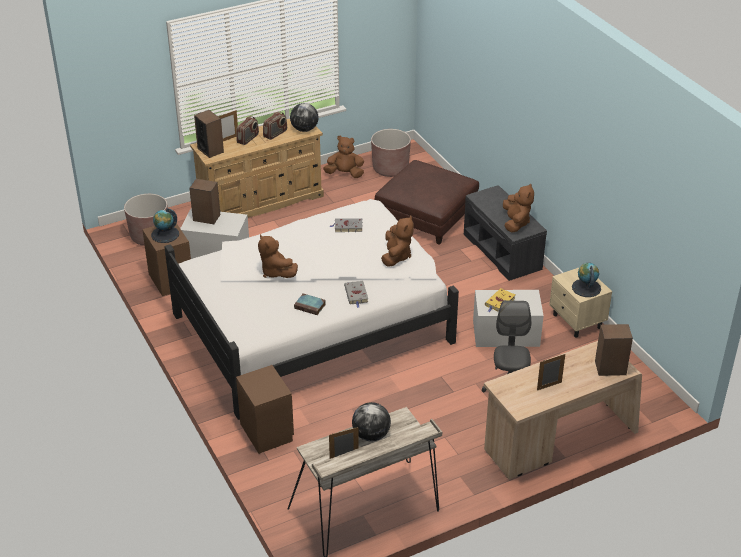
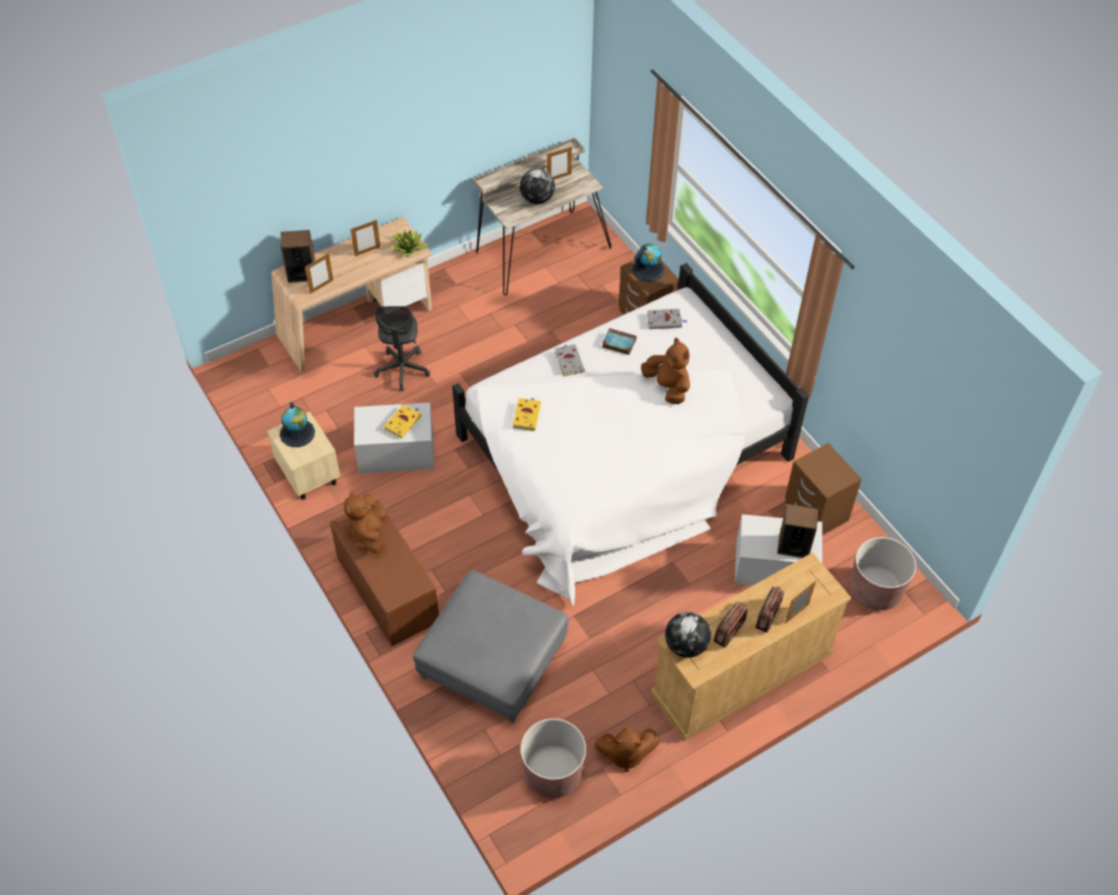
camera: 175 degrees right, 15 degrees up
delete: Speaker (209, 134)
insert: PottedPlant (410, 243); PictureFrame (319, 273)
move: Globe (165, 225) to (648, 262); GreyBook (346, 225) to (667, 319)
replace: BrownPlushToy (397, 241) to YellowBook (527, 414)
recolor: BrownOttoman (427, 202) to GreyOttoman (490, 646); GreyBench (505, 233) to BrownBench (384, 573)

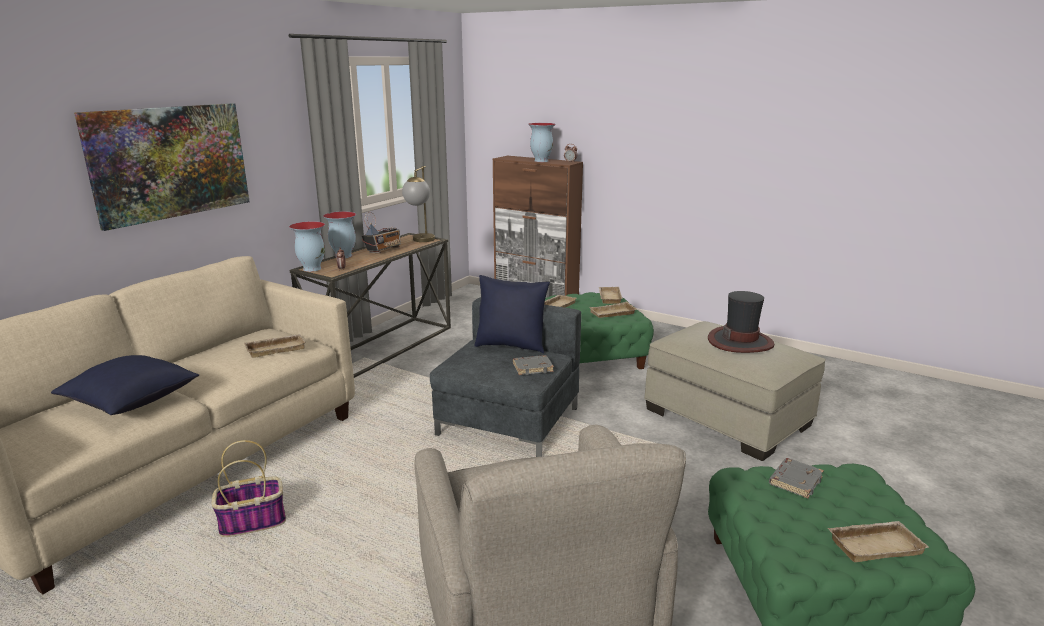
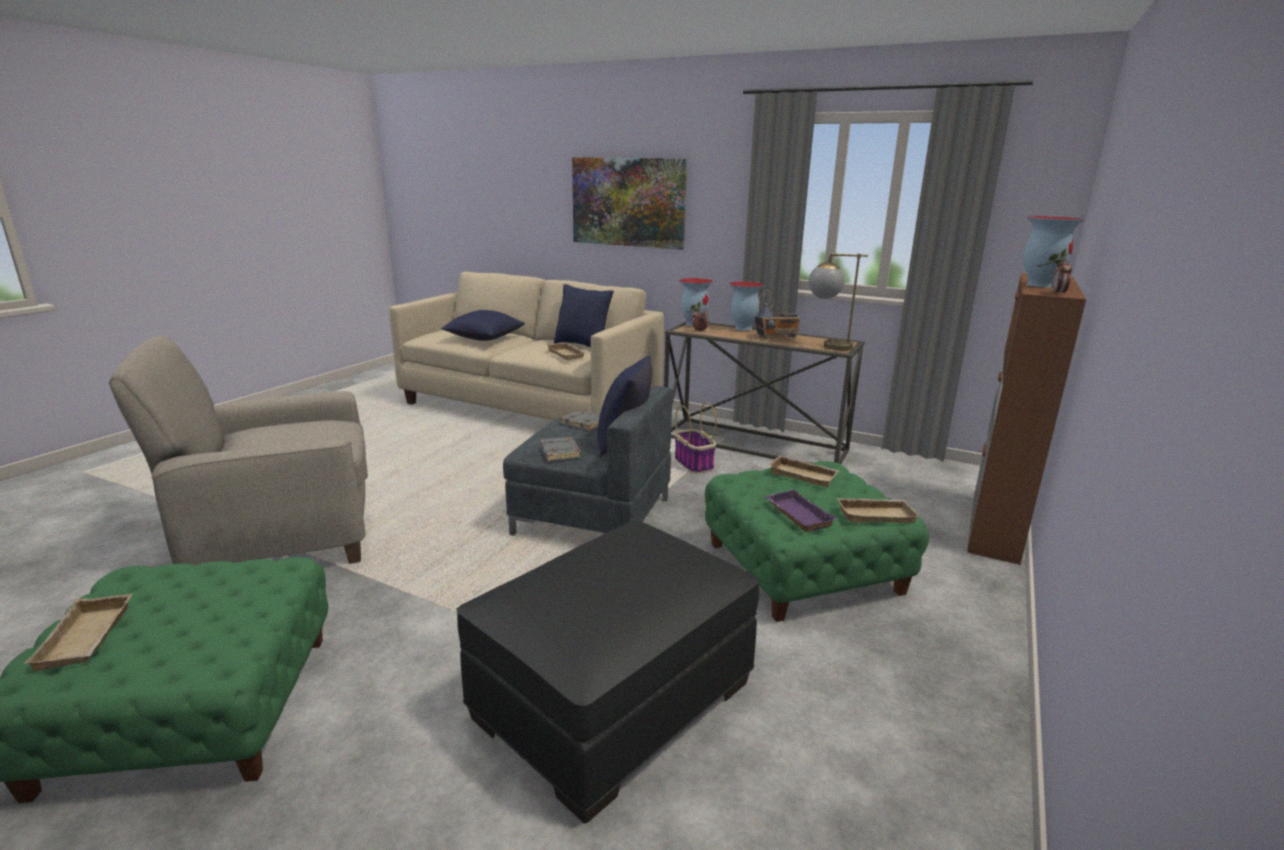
camera: 85 degrees right, 0 degrees up
delete: Hat (741, 322)
insert: BluePillow (584, 315)
move: Basket (249, 488) to (696, 438); GreyBook (796, 478) to (580, 420)
recolor: BeigeTray (613, 309) to PurpleTray (801, 511); BeigeOttoman (735, 391) to BlackOttoman (608, 672)
rotate: Radio (381, 232) = (777, 315) 45 degrees counterclockwise

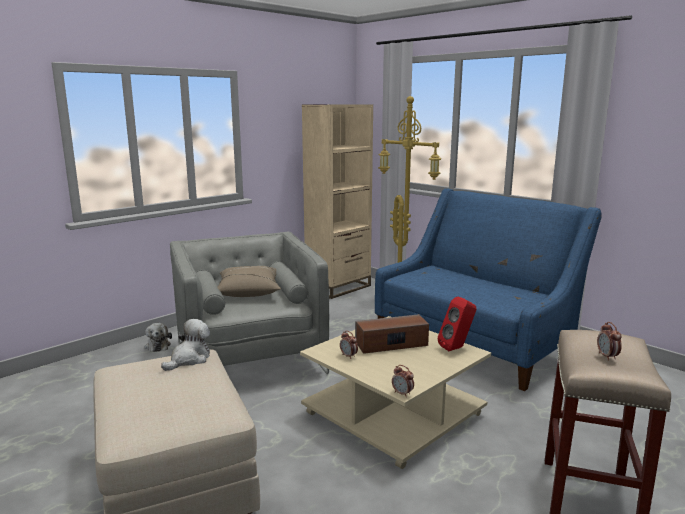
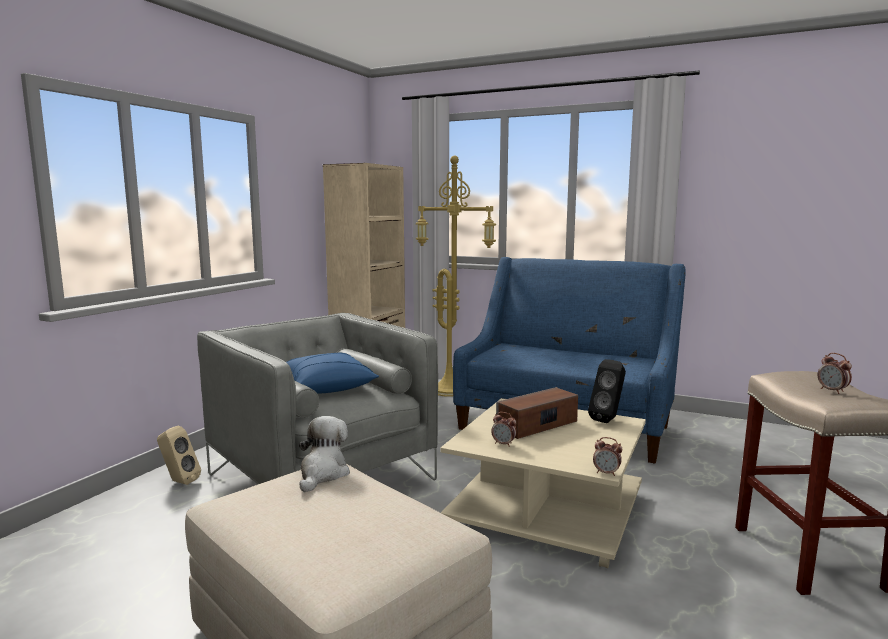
camera: 20 degrees left, 5 degrees down
replace: PlushToy (158, 337) to BeigeSpeaker (179, 455)
recolor: BeigePillow (249, 281) to BluePillow (332, 373); RedSpeaker (456, 323) to BlackSpeaker (607, 391)

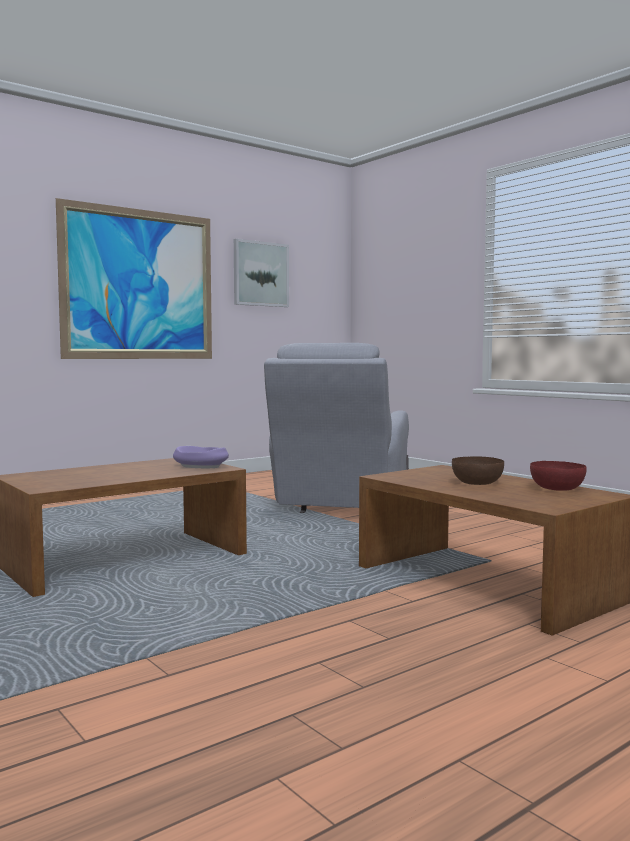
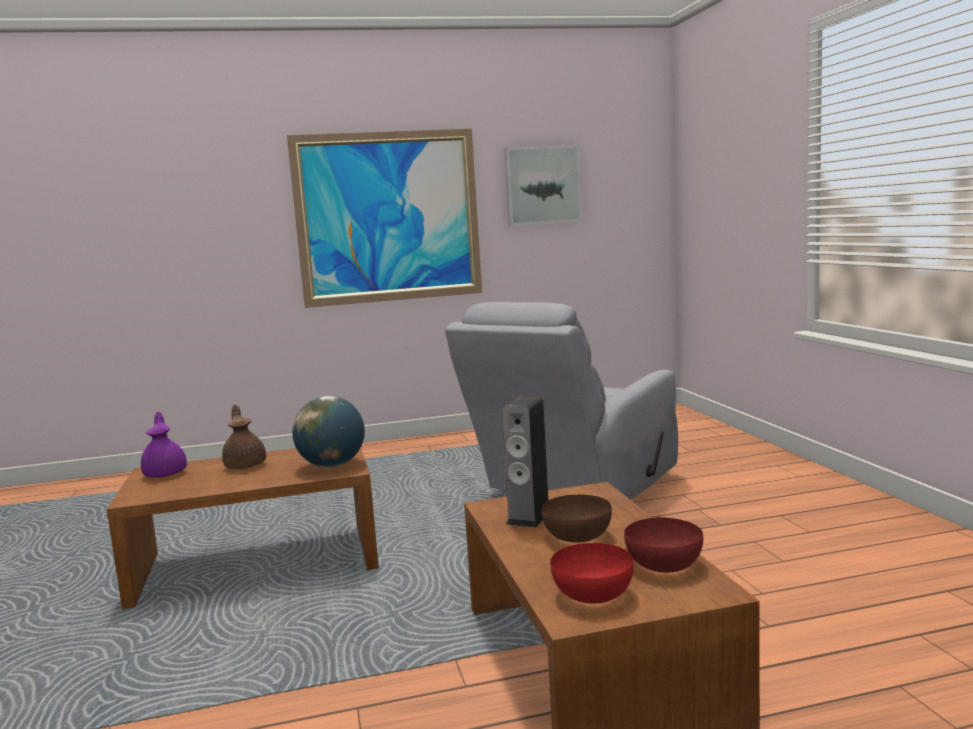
camera: 25 degrees right, 5 degrees up
insert: Speaker (525, 462); BrownTeapot (244, 437); PurpleTeapot (164, 445); RedBowl (592, 573)
replace: PurpleBowl (201, 457) to Globe (328, 431)

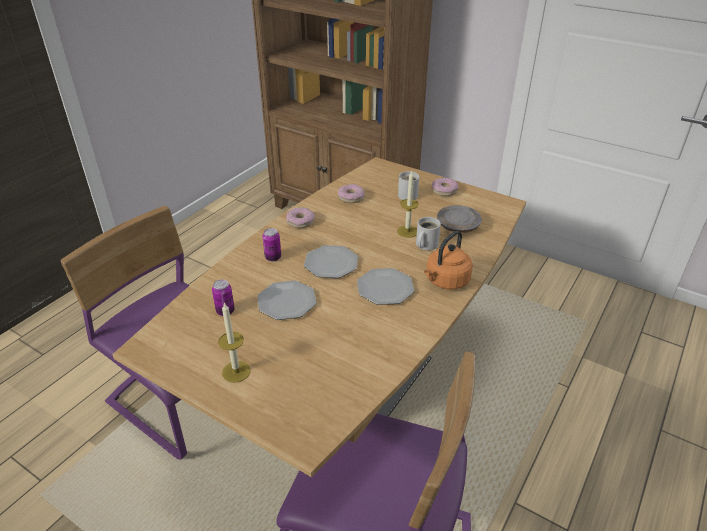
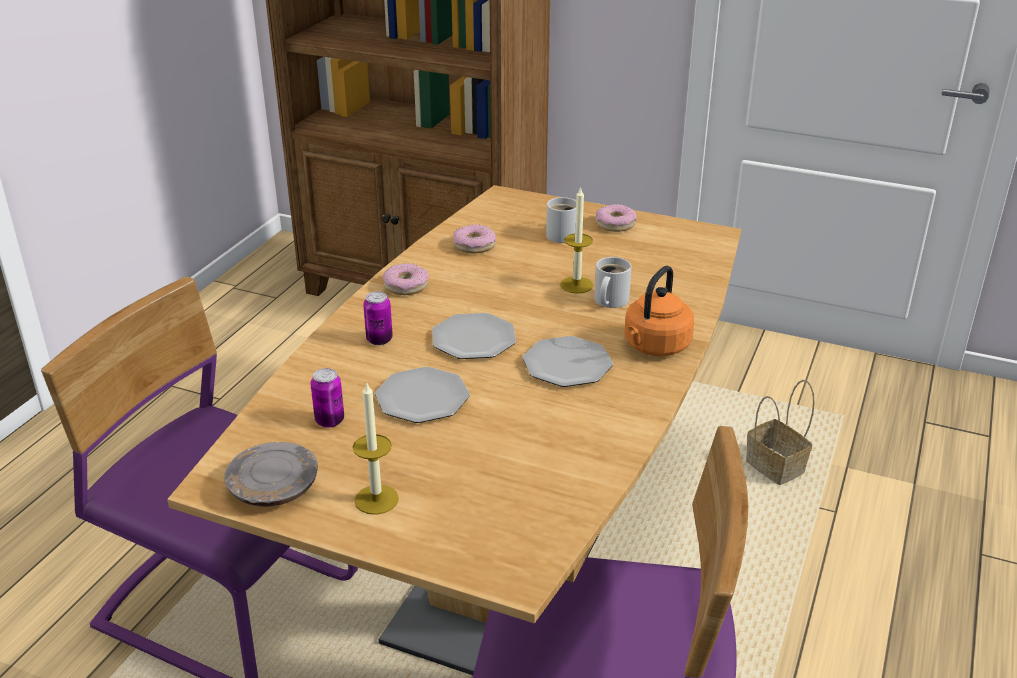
camera: 10 degrees left, 5 degrees down
insert: Basket (780, 432)
move: GreyPlate (459, 219) to (271, 474)

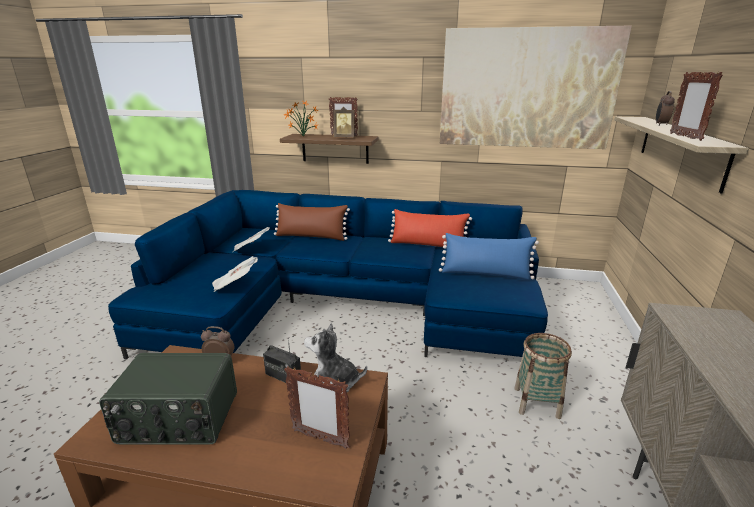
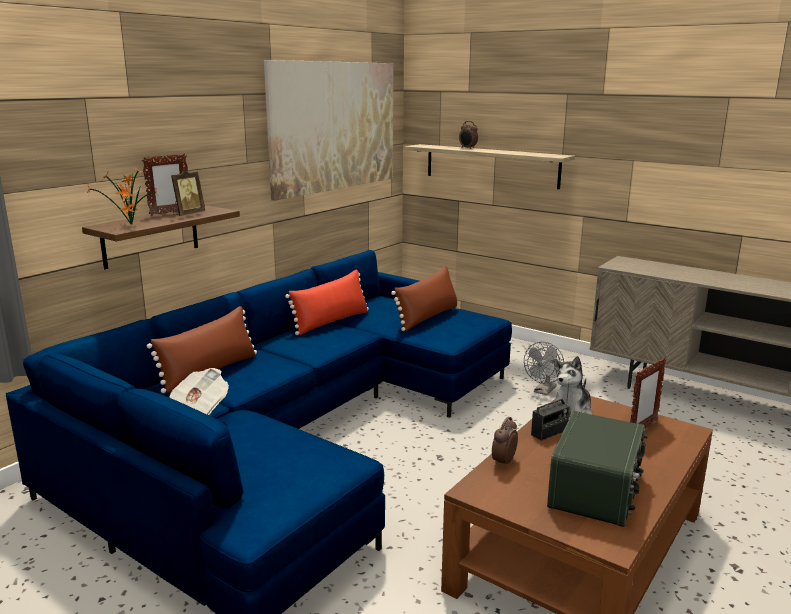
camera: 65 degrees left, 5 degrees down
delete: PictureFrame (696, 106); Newspaper (235, 274)
replace: Basket (543, 376) to GreyFan (544, 368)
recolor: BluePillow (489, 256) to BrownPillow (424, 298)

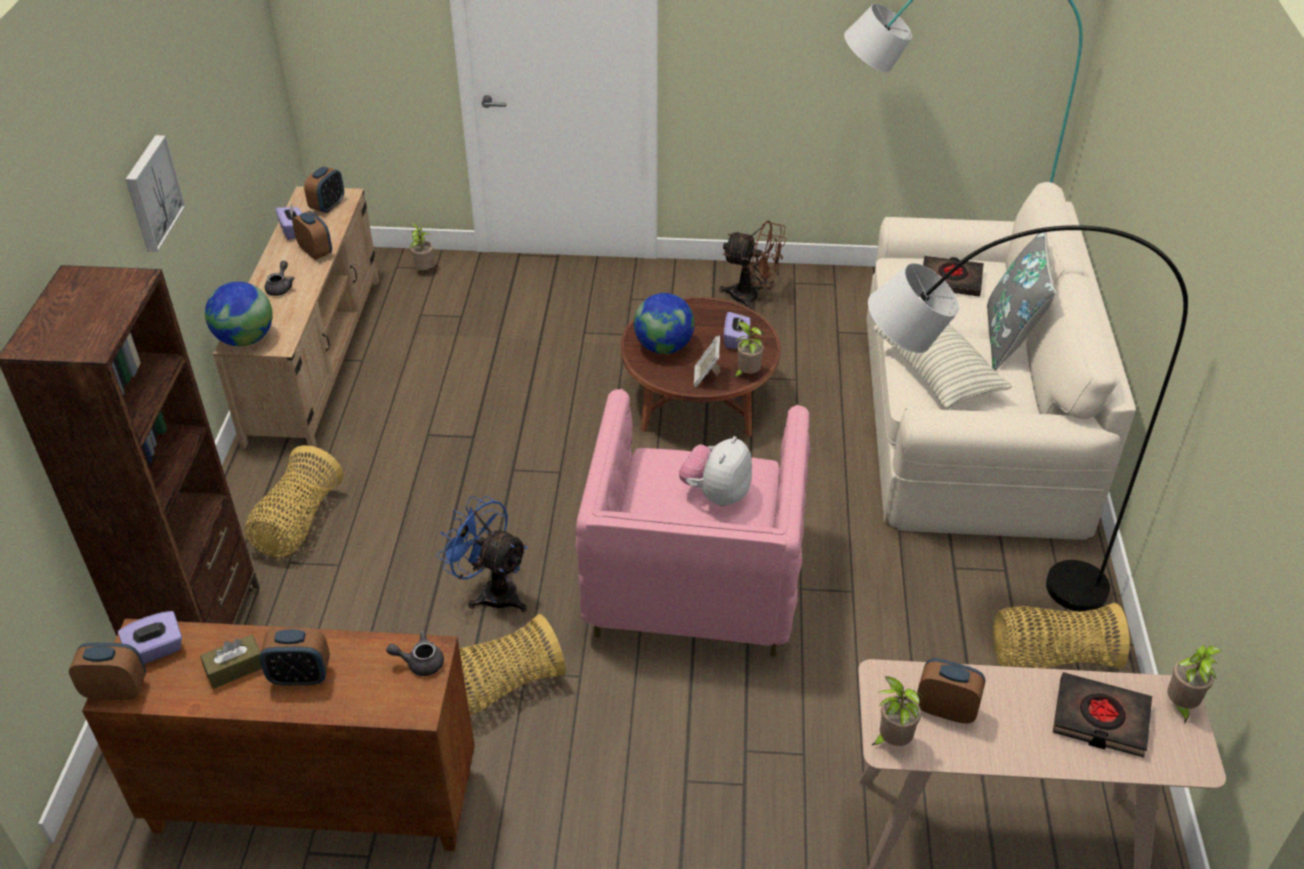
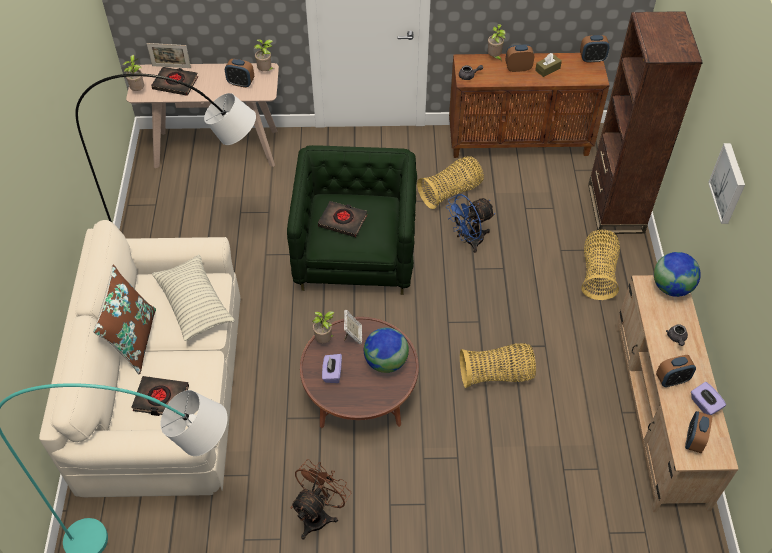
camera: 175 degrees right, 10 degrees up
delete: PurpleTissueBox (150, 637)
insert: PictureFrame (168, 55)
move: PottedPlant (422, 246) to (497, 43); Basket (1061, 636) to (498, 366)
replace: PlushToy (715, 471) to BlackBook (342, 219)
recolor: GreyPillow (1021, 301) to BrownPillow (124, 319); PinkArmchair (692, 523) to GreenArmchair (352, 220)
rotate: AlarmClock (312, 235) = (676, 371) 60 degrees counterclockwise; BrownFan (752, 265) = (321, 499) 105 degrees clockwise; BlueFan (482, 554) = (470, 223) 120 degrees clockwise

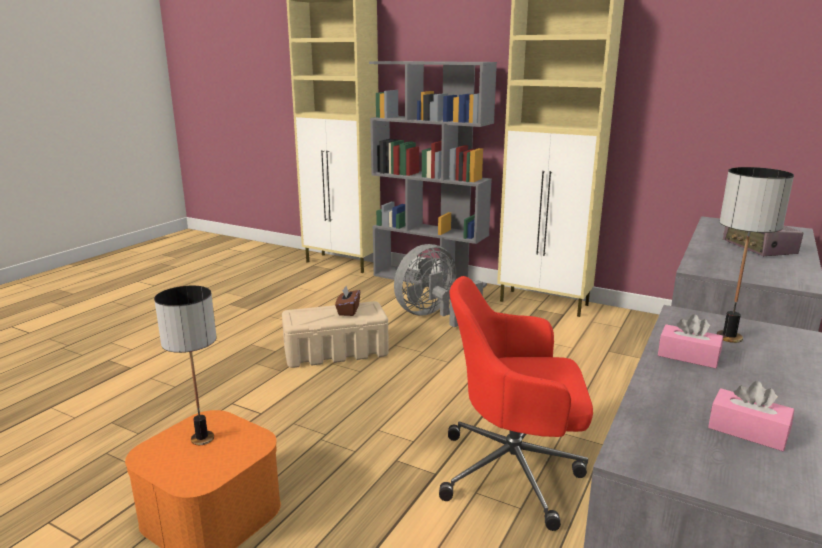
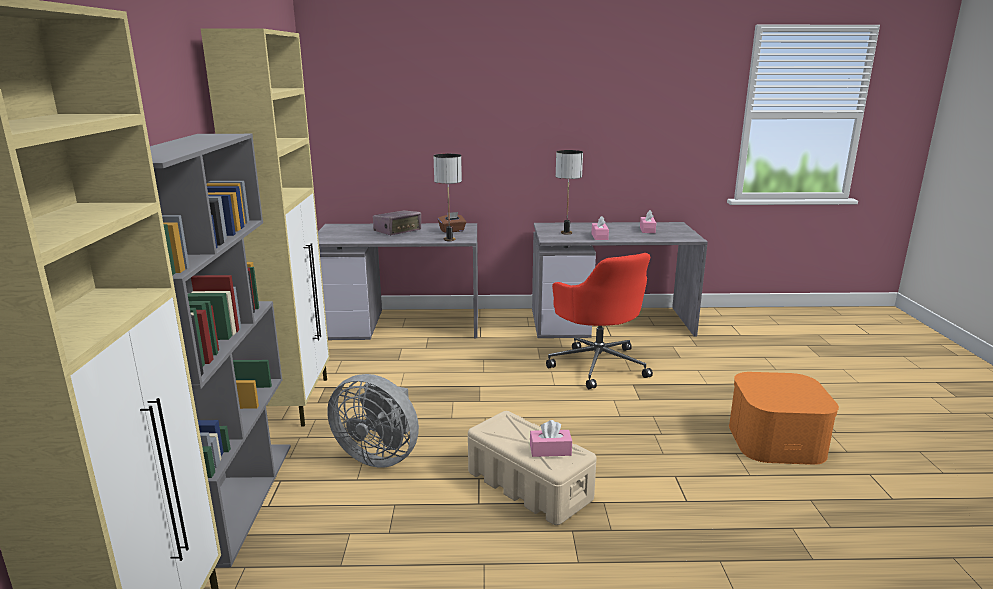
camera: 120 degrees left, 0 degrees up
insert: PinkTissueBox (551, 438)
move: TableLamp (185, 365) to (448, 197); BrownTissueBox (347, 301) to (452, 222)

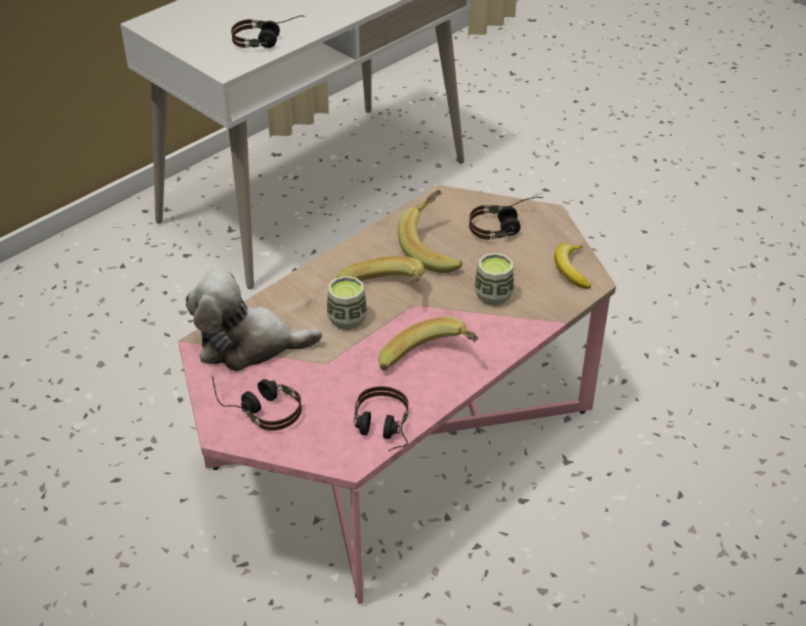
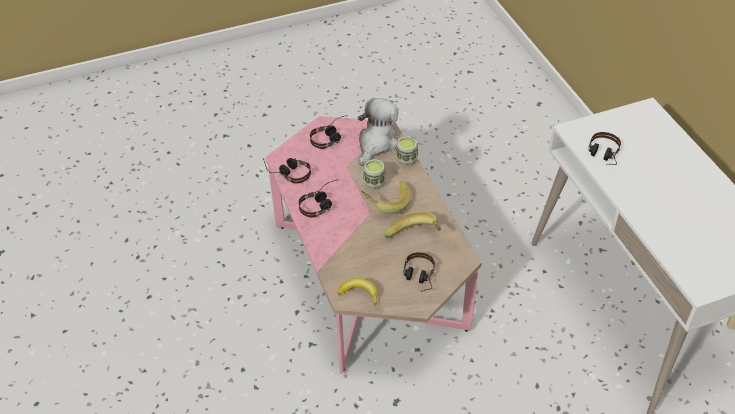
camera: 115 degrees right, 5 degrees up
move: Cup (494, 279) to (406, 151)
replace: Banana (428, 343) to Headphones (318, 199)

